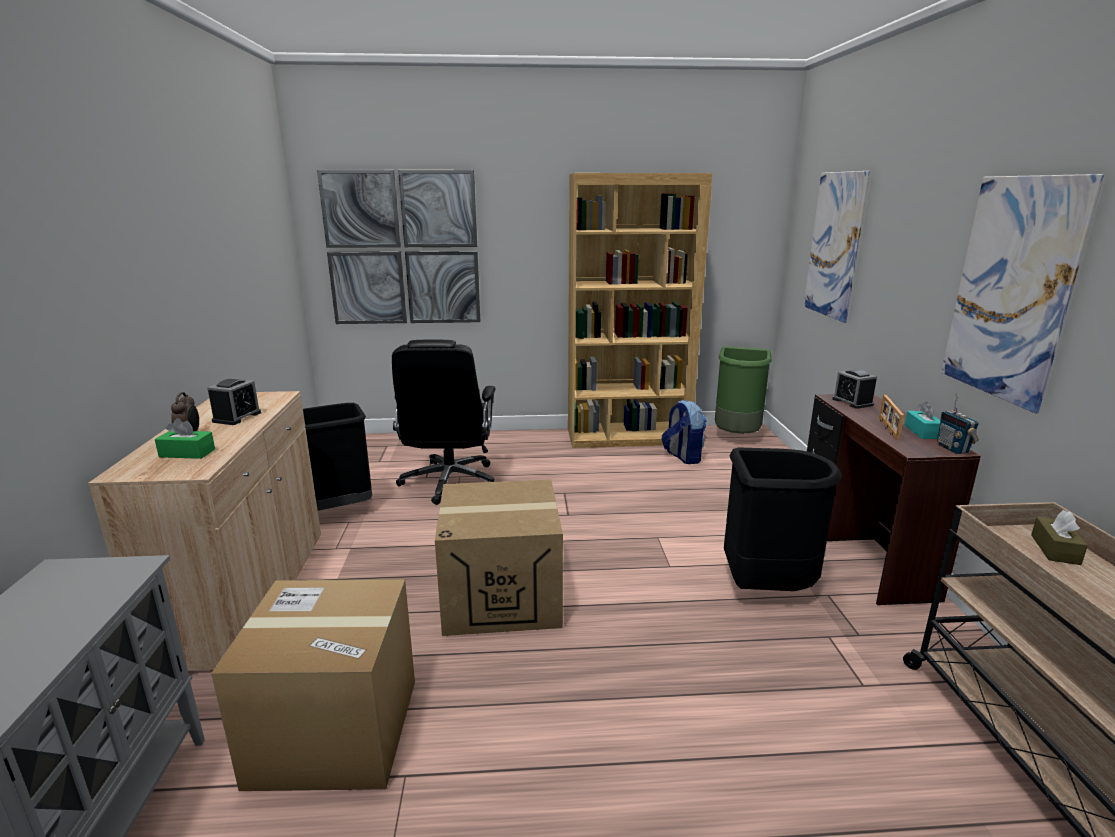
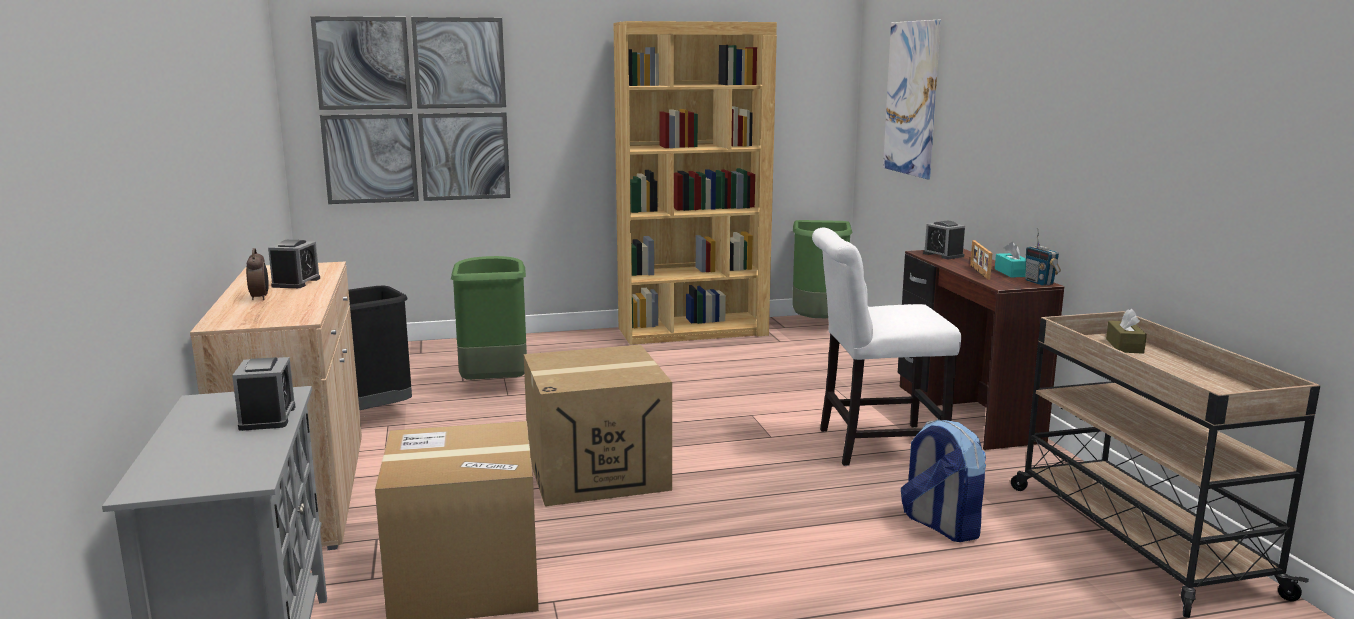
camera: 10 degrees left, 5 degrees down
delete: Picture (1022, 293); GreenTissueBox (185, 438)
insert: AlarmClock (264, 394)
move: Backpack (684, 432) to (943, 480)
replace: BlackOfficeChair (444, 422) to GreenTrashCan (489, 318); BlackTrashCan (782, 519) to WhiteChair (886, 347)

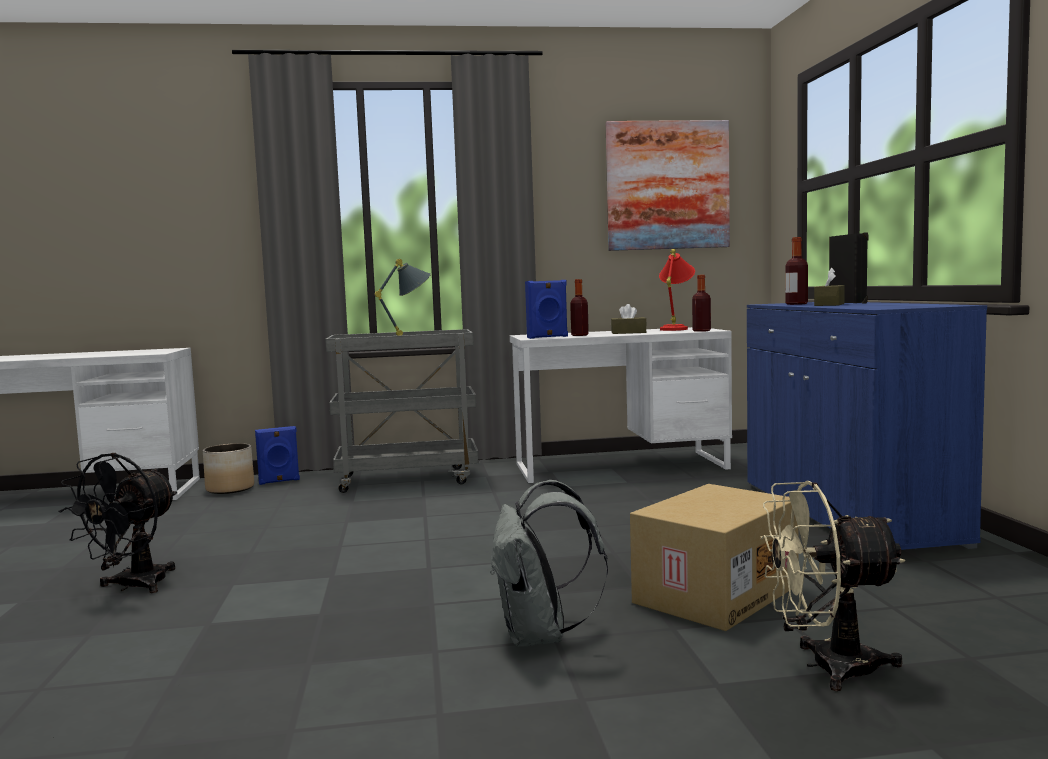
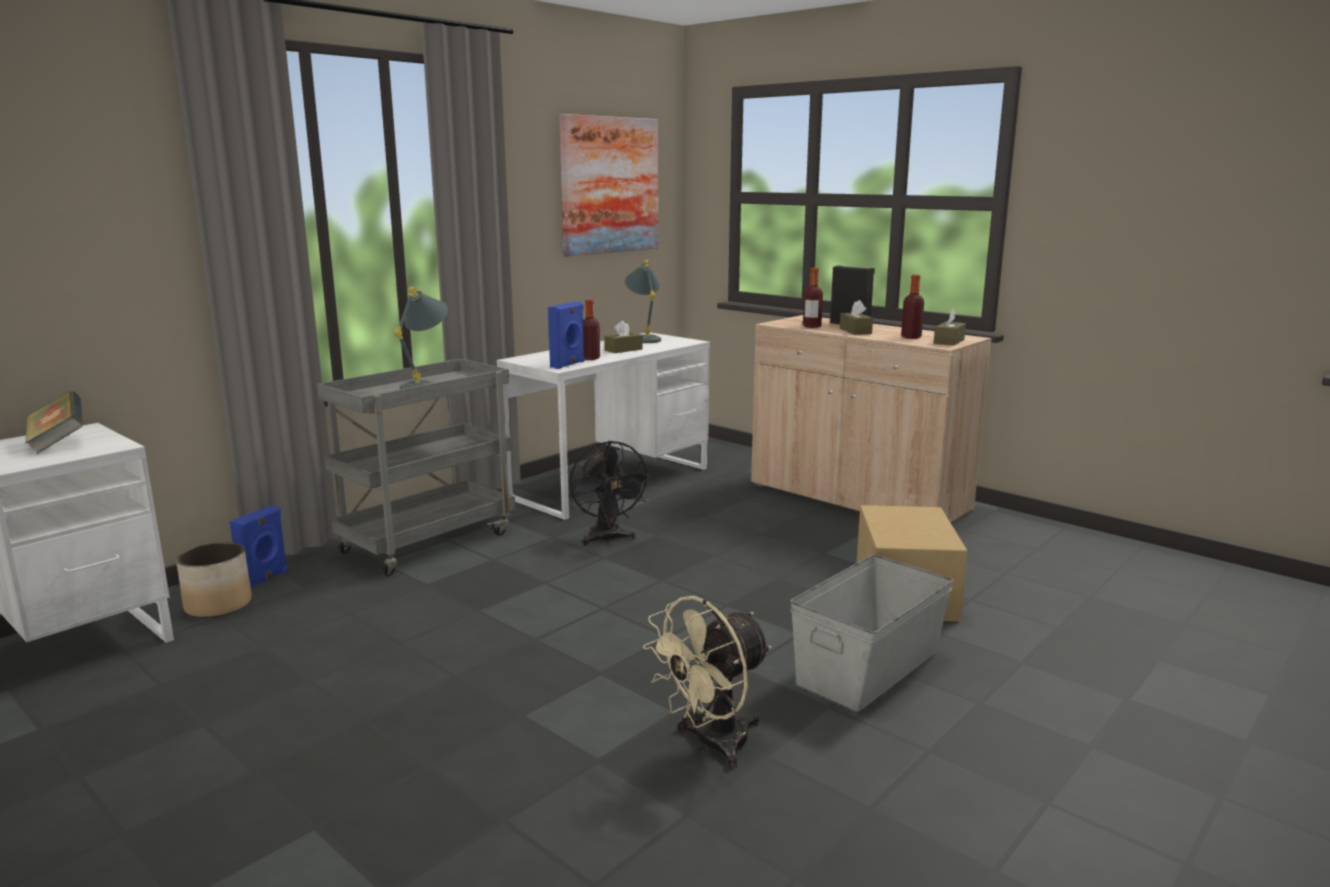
camera: 40 degrees left, 10 degrees up
insert: BrownTissueBox (950, 327); Book (54, 422)
move: Bottle (701, 303) to (912, 307); BlackFan (117, 523) to (610, 493); BeigeFan (832, 586) to (707, 682)
replace: GreyBackpack (549, 563) to GreyStorageBox (872, 633)
recolor: RedTableLamp (677, 290) to GreyTableLamp (643, 301); BlueCabinet (867, 426) to BeigeCabinet (871, 419)

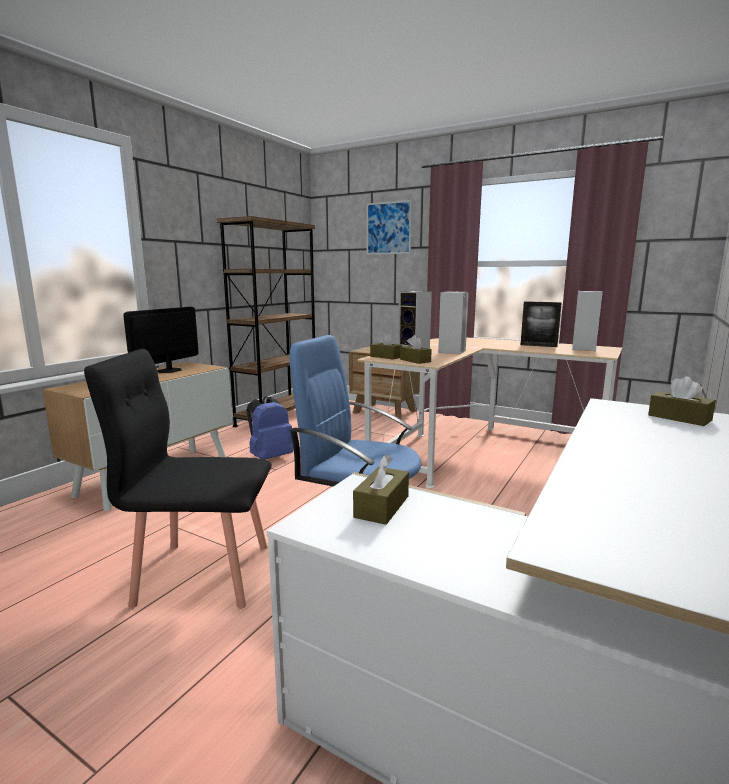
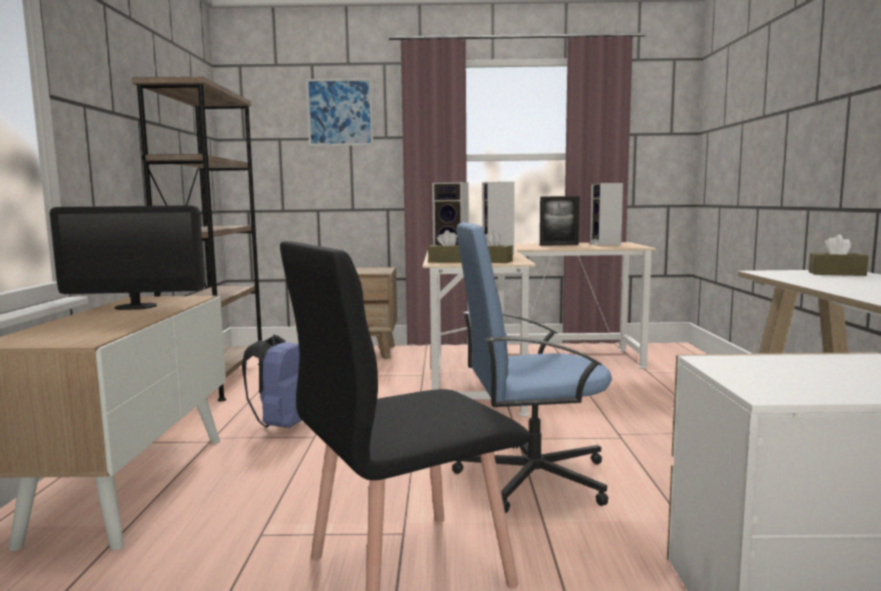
camera: 30 degrees left, 5 degrees down
delete: BrownTissueBox (381, 490)
rotate: Monitor (160, 340) = (127, 257) 90 degrees counterclockwise

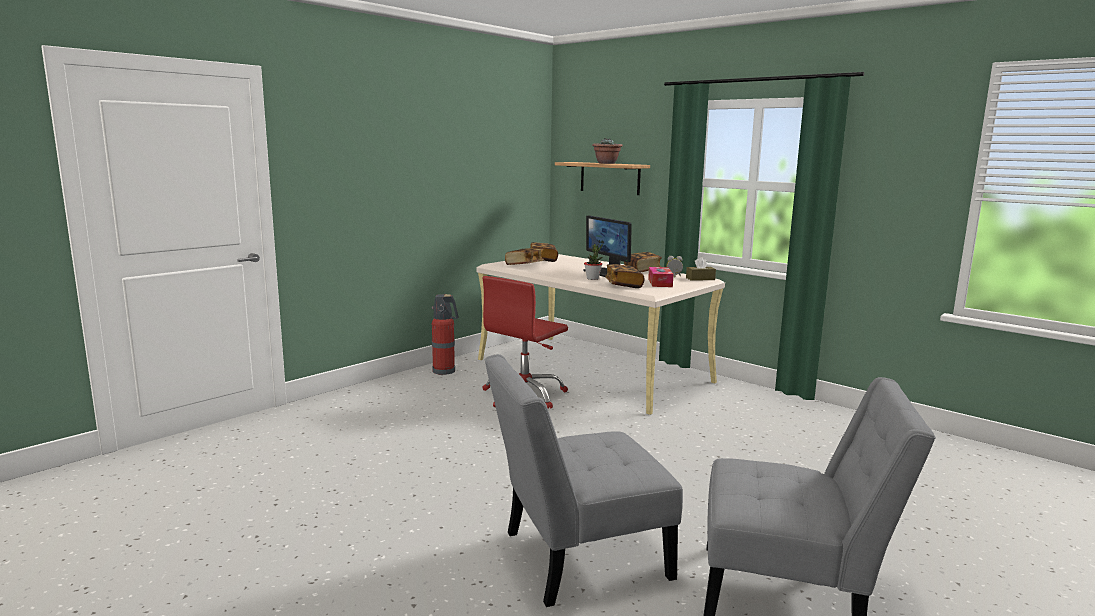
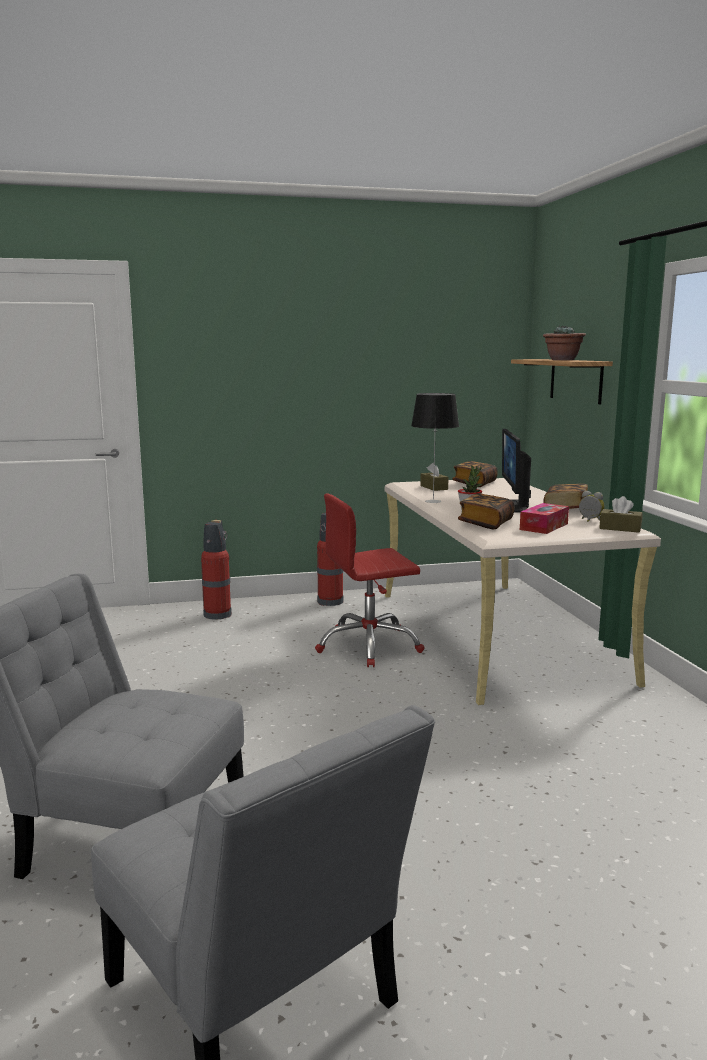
camera: 35 degrees right, 0 degrees up
insert: TableLamp (435, 448); FireExtinguisher (216, 569)
replace: Book (524, 256) to BrownTissueBox (434, 477)

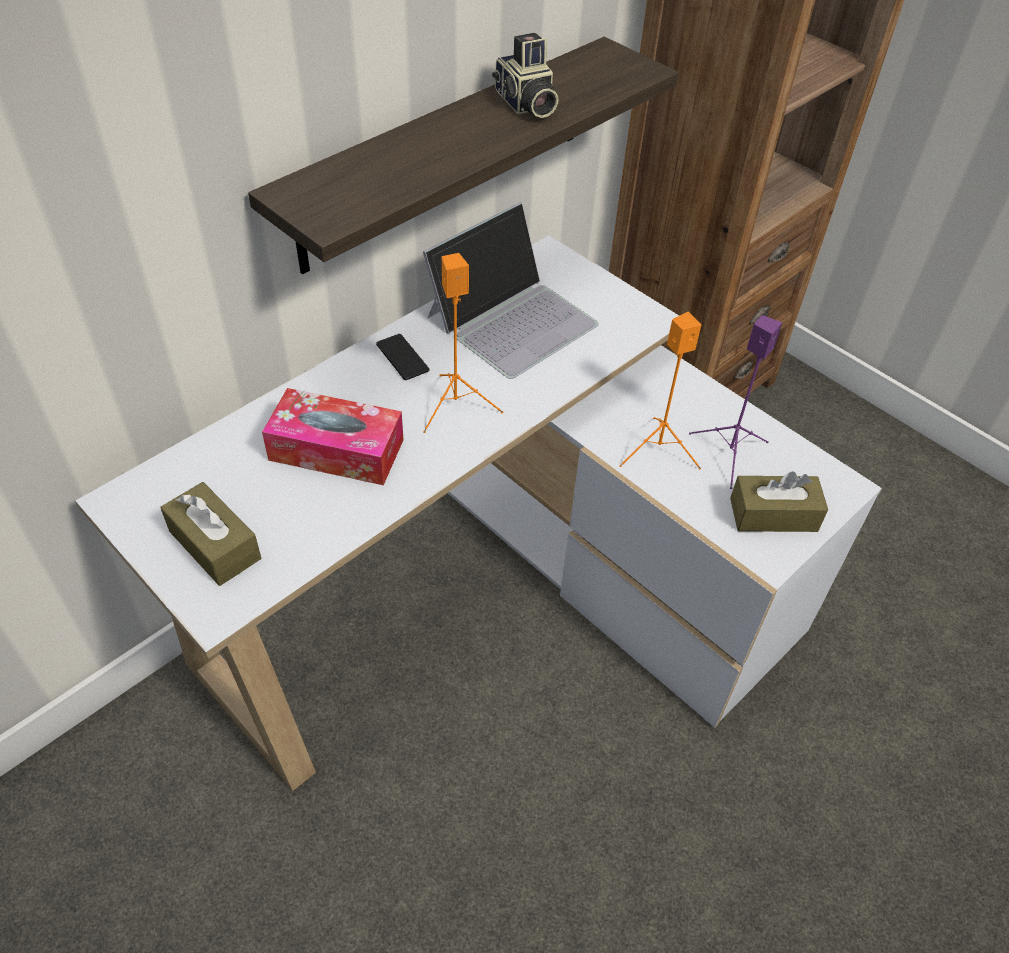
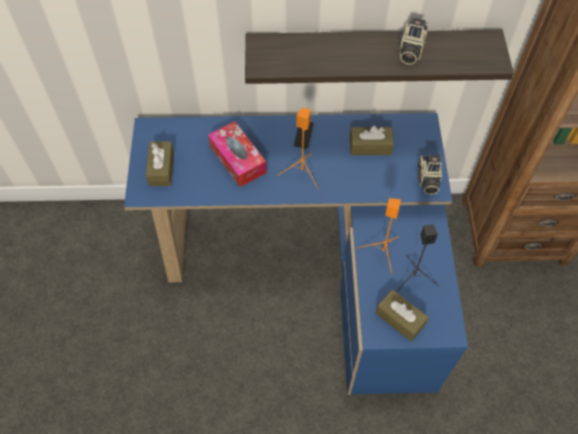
camera: 45 degrees right, 10 degrees up
insert: PhotoCamera (429, 175)
replace: Laptop (511, 290) to BrownTissueBox (372, 140)
recolor: WhiteDesk (478, 513) to BlueDesk (296, 254); PurpleSpeaker (735, 402) to BlackSpeaker (417, 258)

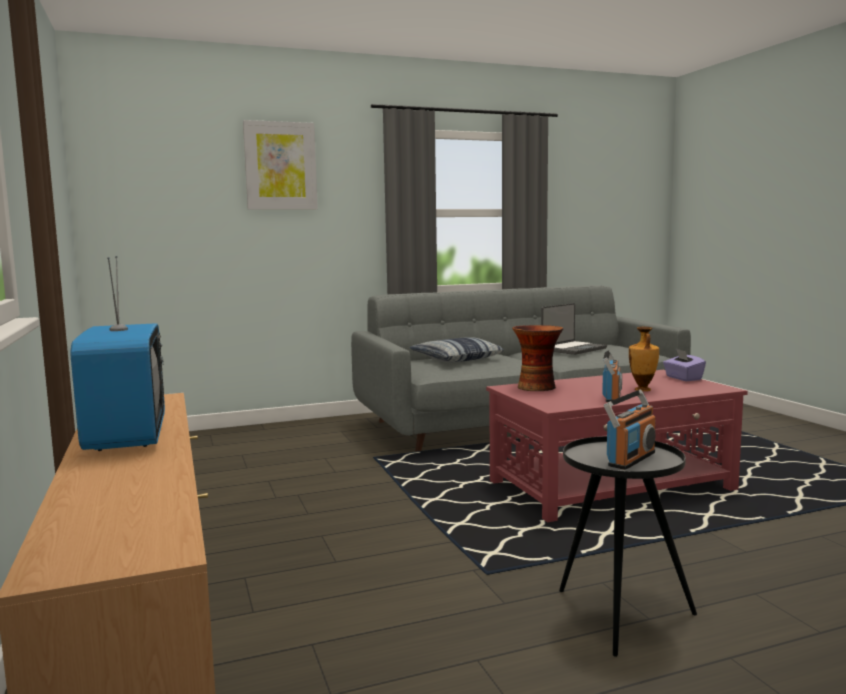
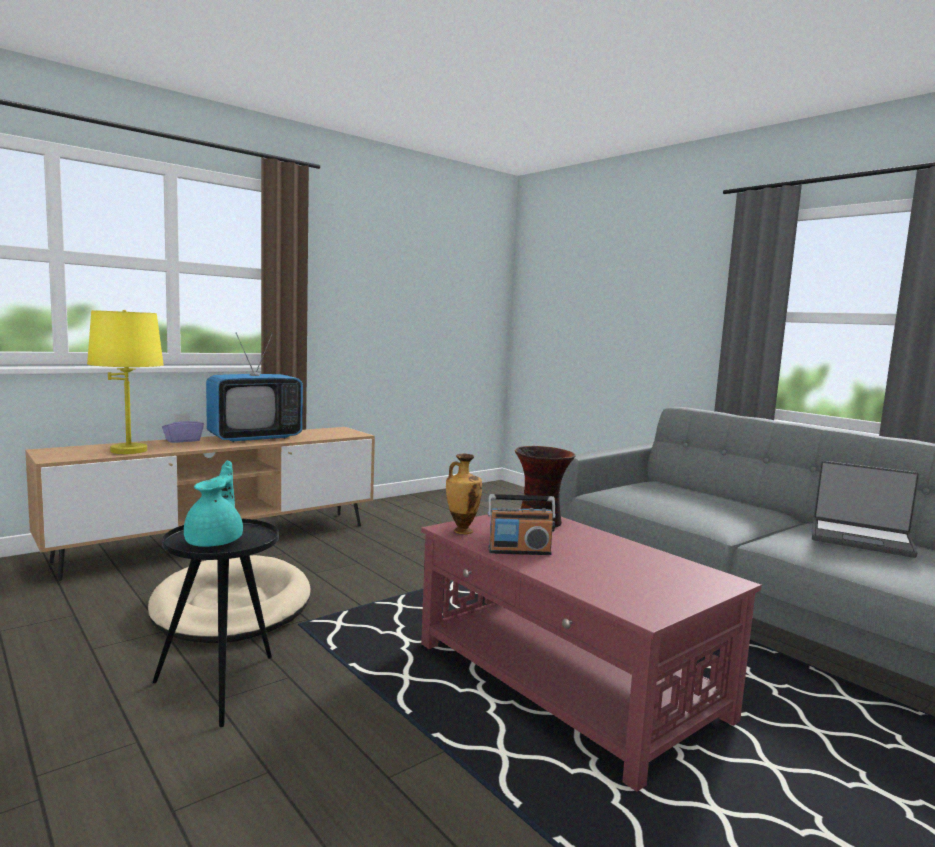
camera: 70 degrees right, 0 degrees up
delete: Picture (280, 165); Pillow (457, 349)
insert: YellowTableLamp (125, 382); BeigeDogBed (229, 599)
move: Vase (644, 359) to (464, 493); PurpleTissueBox (684, 365) to (183, 428)
replace: Radio (630, 429) to TurquoiseTeapot (213, 504)

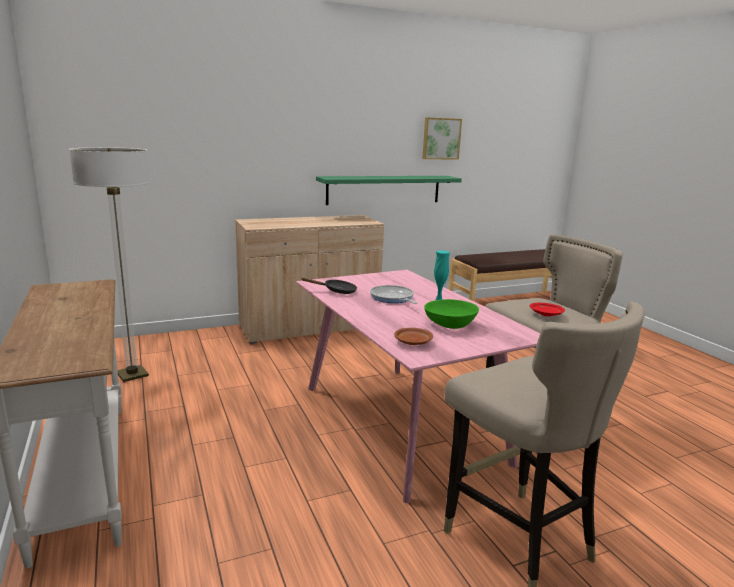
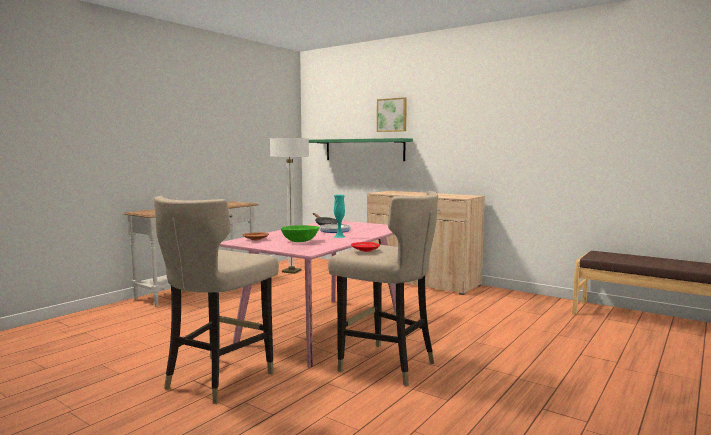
camera: 60 degrees right, 10 degrees down
move: Picture (442, 138) to (392, 114); GreenShelf (389, 190) to (361, 149)

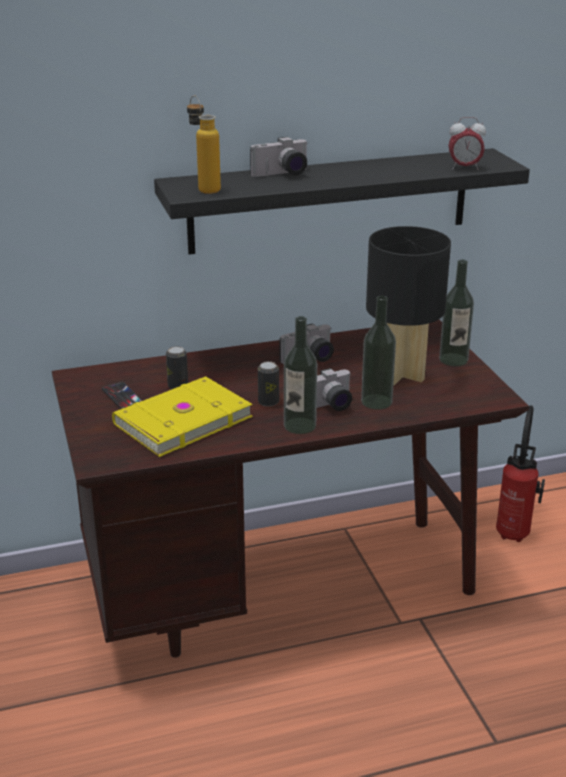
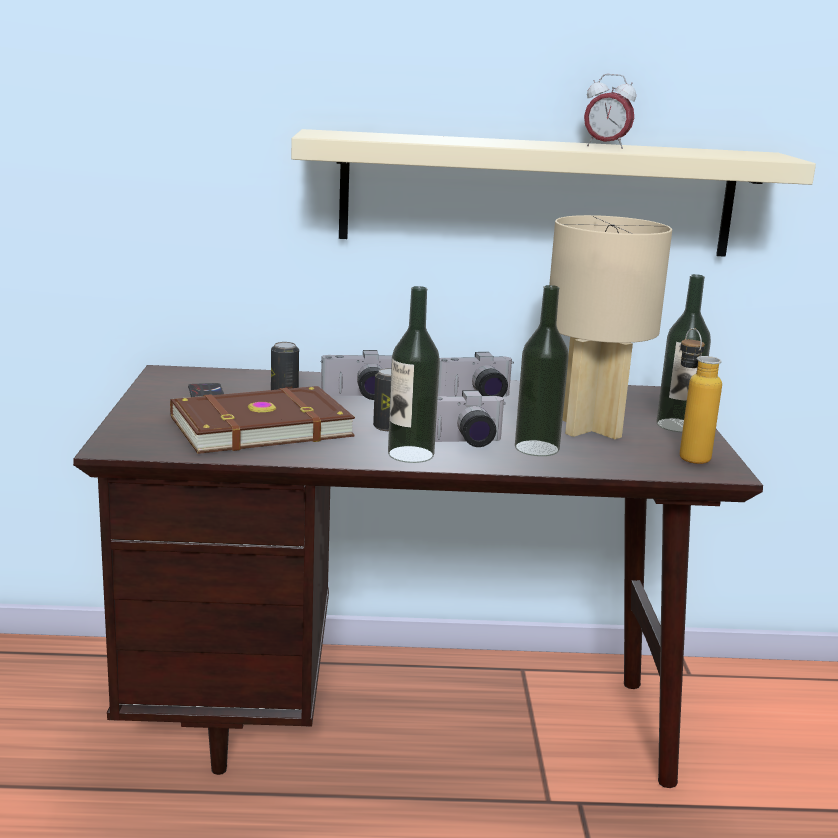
camera: 15 degrees right, 10 degrees down
delete: FireExtinguisher (520, 473)
move: Bottle (204, 144) to (701, 396); AlarmClock (467, 143) to (610, 111); PhotoCamera (278, 157) to (356, 375)
recolor: BlackShelf (342, 201) to BeigeShelf (553, 193); BlackTableLamp (408, 305) to BeigeTableLamp (610, 327); YellowBook (182, 416) to BrownBook (262, 420)

